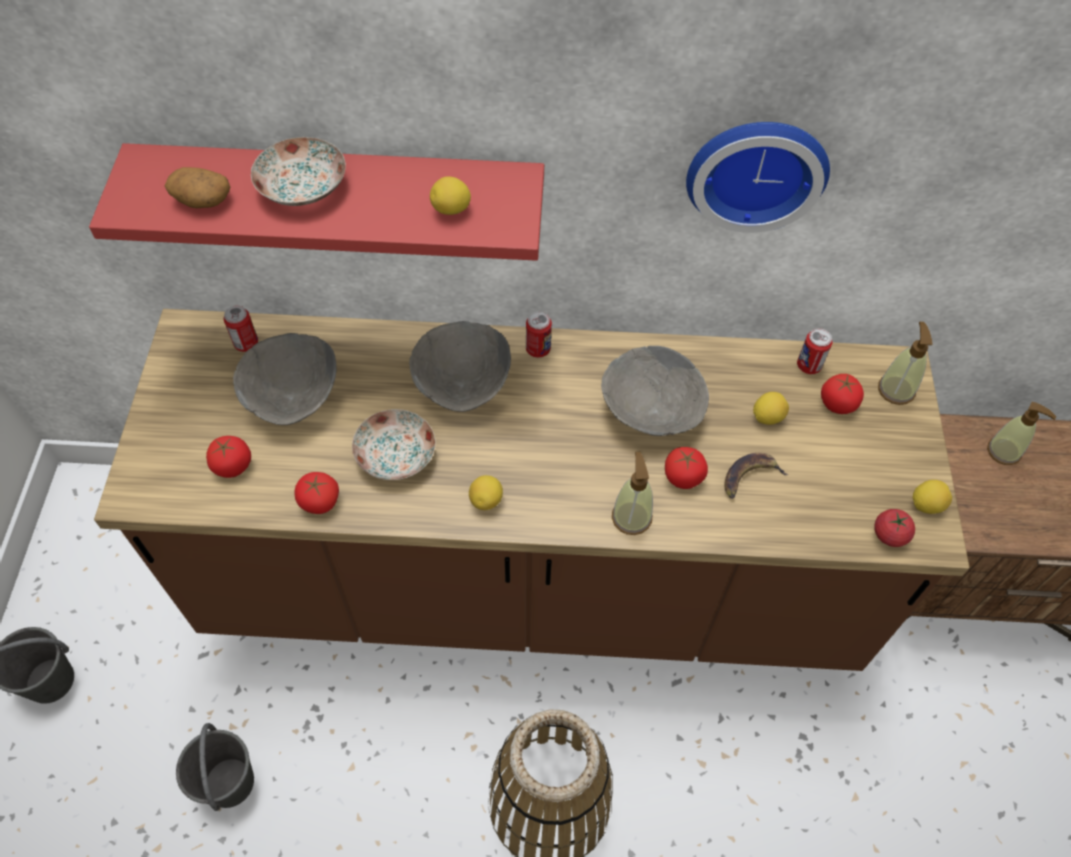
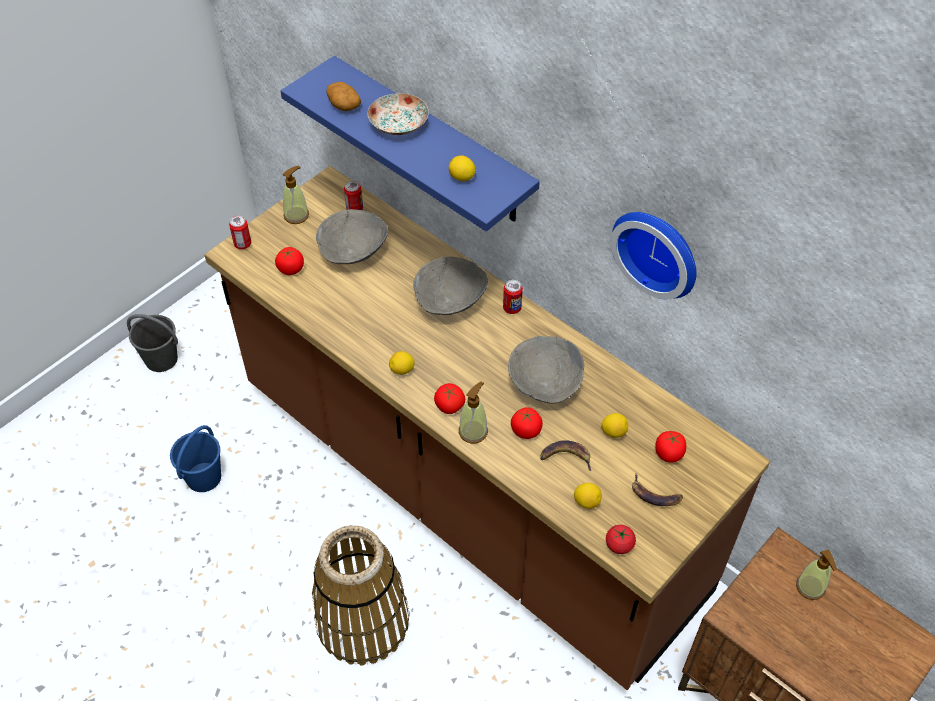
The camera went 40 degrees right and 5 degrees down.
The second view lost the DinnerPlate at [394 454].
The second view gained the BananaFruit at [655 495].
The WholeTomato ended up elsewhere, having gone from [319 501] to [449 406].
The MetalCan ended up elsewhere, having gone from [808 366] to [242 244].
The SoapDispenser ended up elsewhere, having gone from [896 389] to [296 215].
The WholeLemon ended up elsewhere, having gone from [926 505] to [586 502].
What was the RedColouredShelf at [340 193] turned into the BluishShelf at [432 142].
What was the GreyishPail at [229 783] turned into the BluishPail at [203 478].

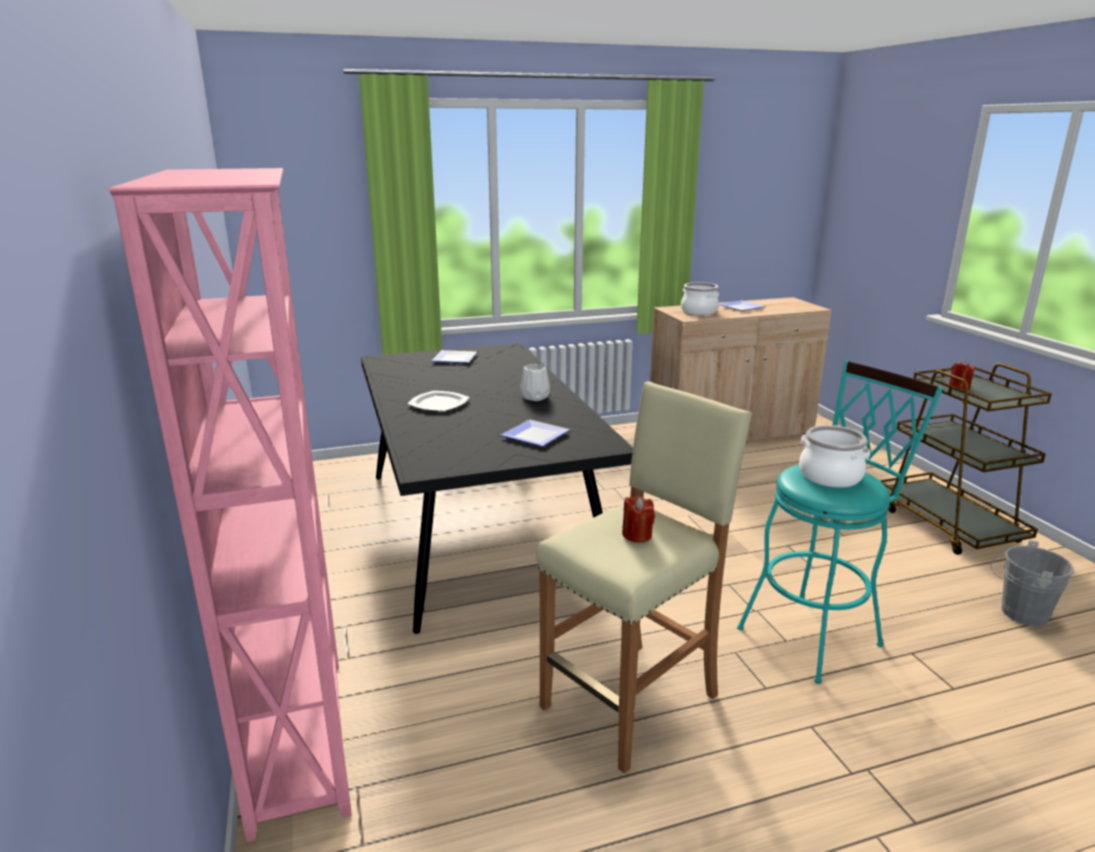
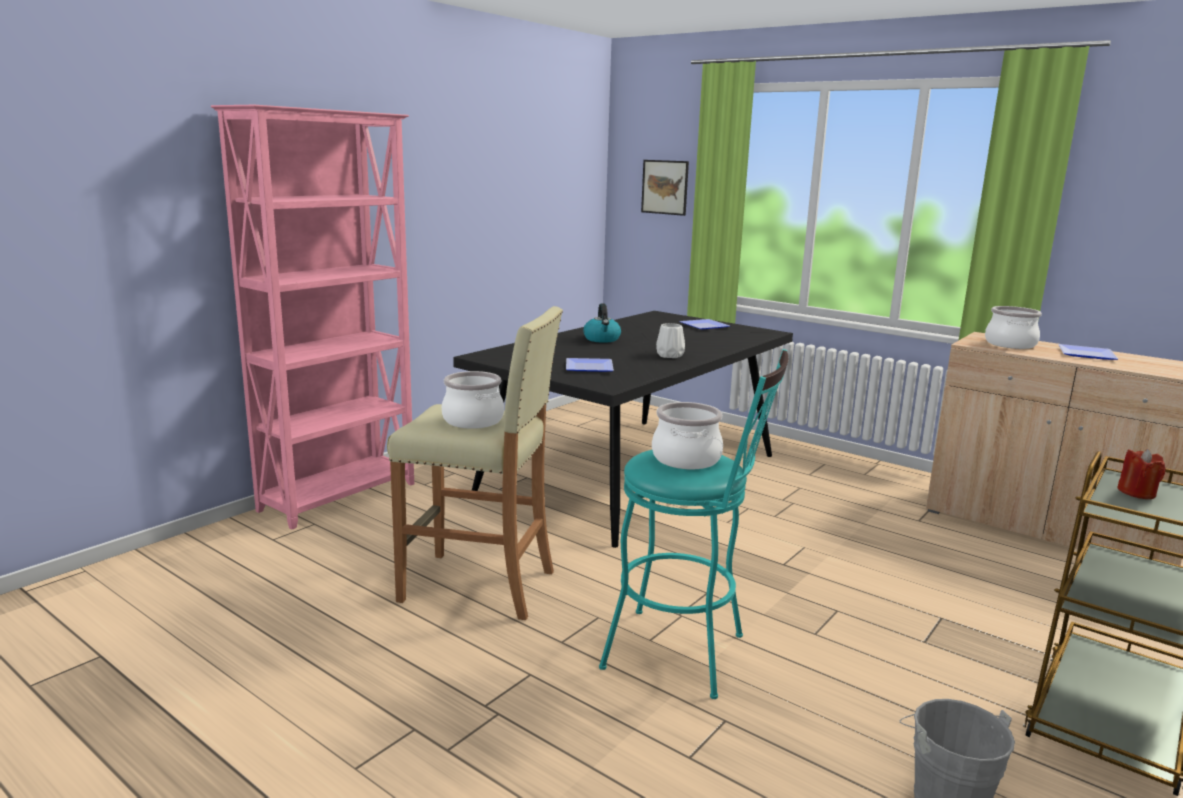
The camera went 55 degrees right and 5 degrees down.
The second view gained the Picture at [665 187].
Where the DinnerPlate stood at [438 403], the Kettle came to stand at [602 339].
Where the RedColouredCandle stood at [637 535], the Saucepot came to stand at [472 421].

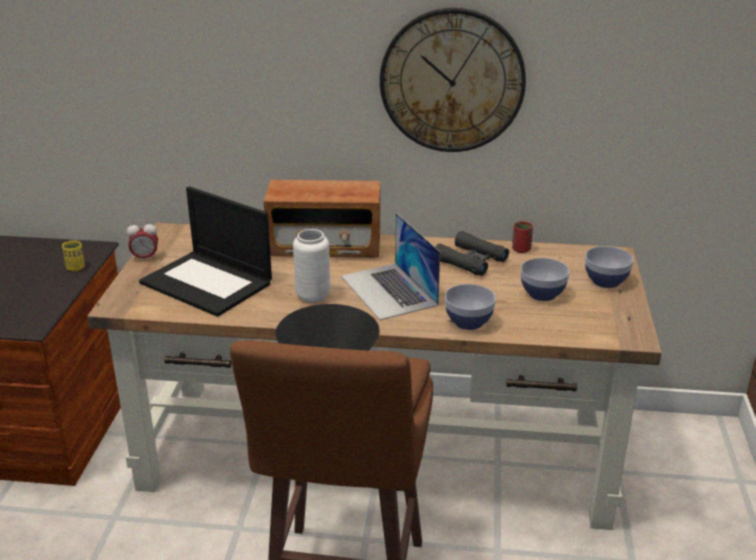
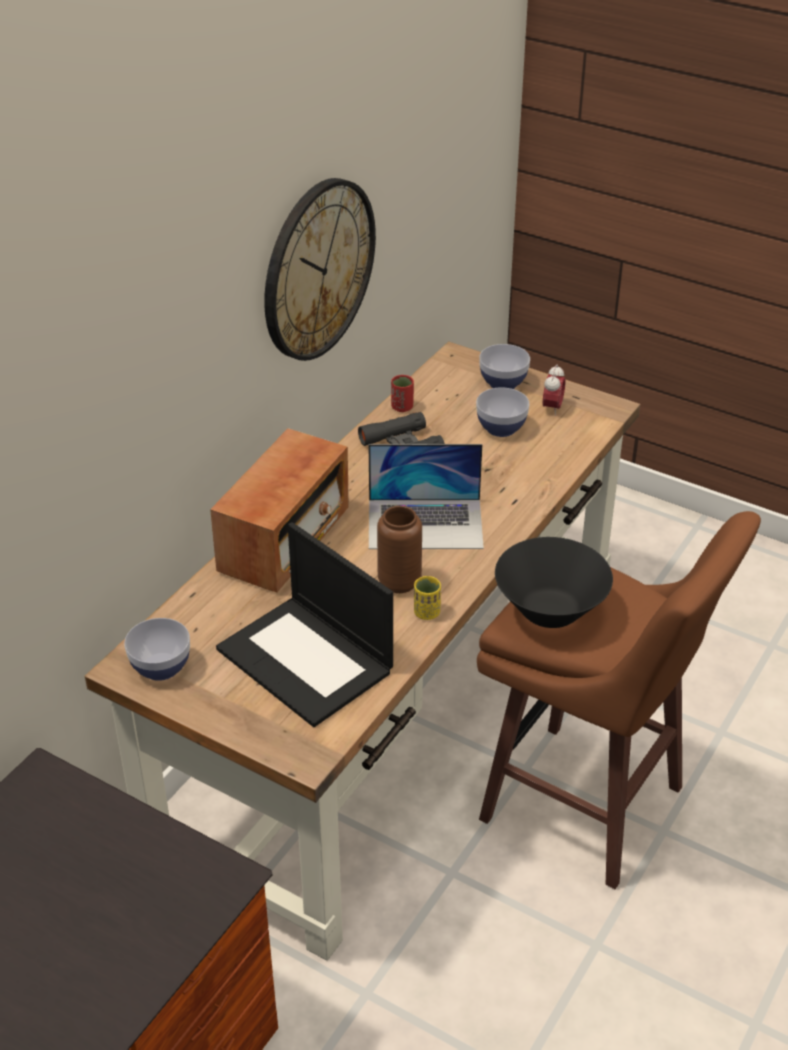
The camera went 65 degrees left and 10 degrees up.
The YellowishDrinkingCup ended up elsewhere, having gone from [76 268] to [427 613].
The BedsideClock ended up elsewhere, having gone from [145 258] to [552 408].
The Bowl ended up elsewhere, having gone from [468 322] to [160 667].
What was the WhiteColouredDecorativeVase at [313 296] turned into the BrownColouredDecorativeVase at [399 582].
The Laptop at [208 283] ended up facing another way, 75 degrees clockwise from before.

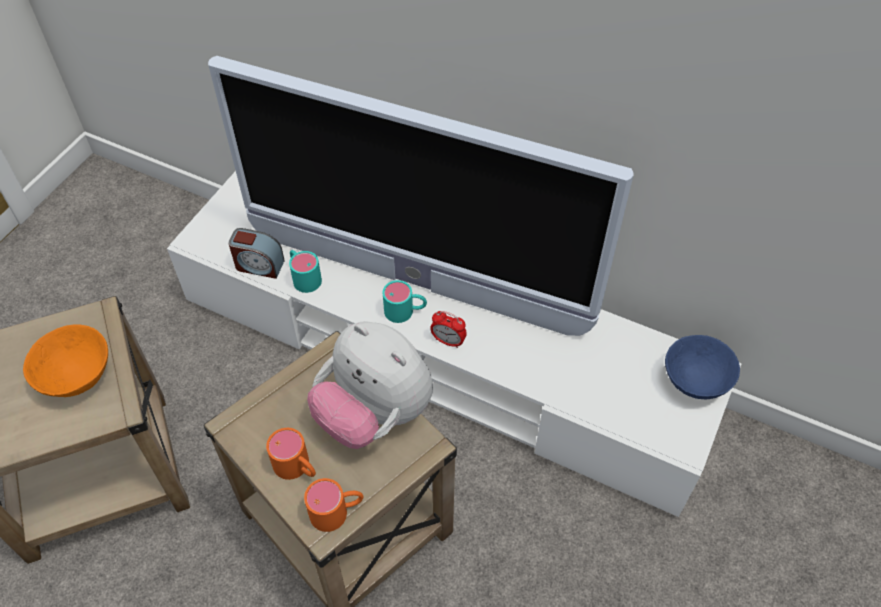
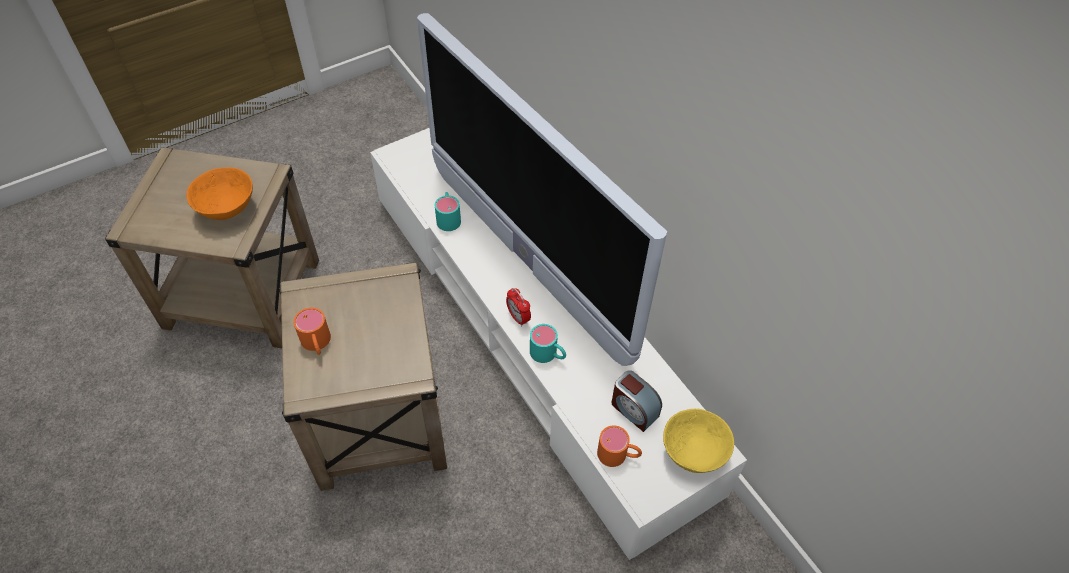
The camera went 30 degrees right and 0 degrees up.
The second view lost the CuddlyToy at [374 413].
The BedsideClock ended up elsewhere, having gone from [259 265] to [633 409].
The OrangeColouredTeaMug ended up elsewhere, having gone from [337 511] to [618 455].
The BlueGreenTeaMug ended up elsewhere, having gone from [405 311] to [548 354].
What was the BluishBowl at [694 381] turned into the YellowishBowl at [693 452].

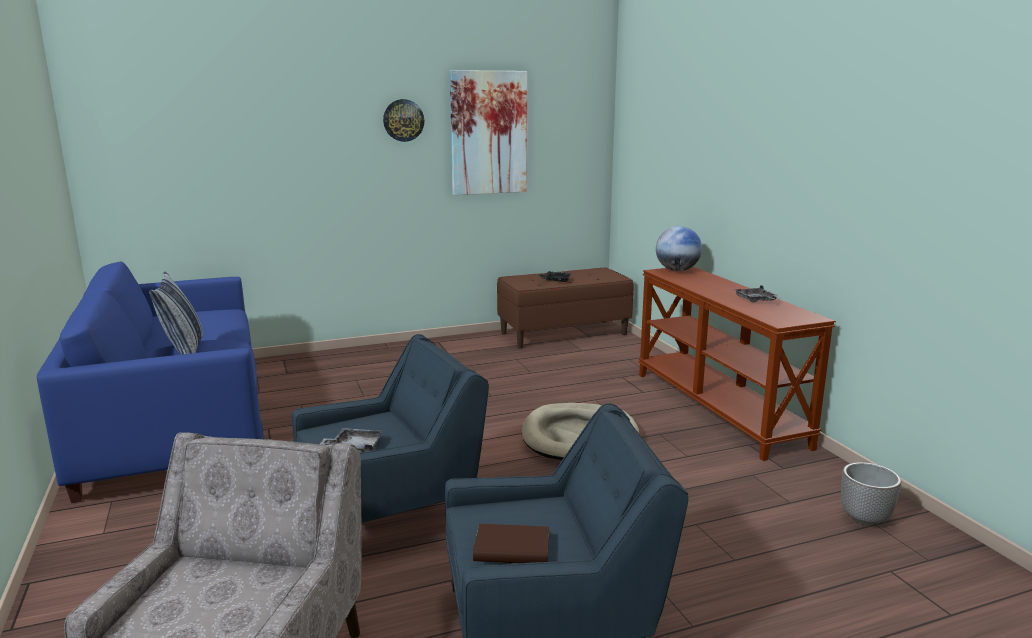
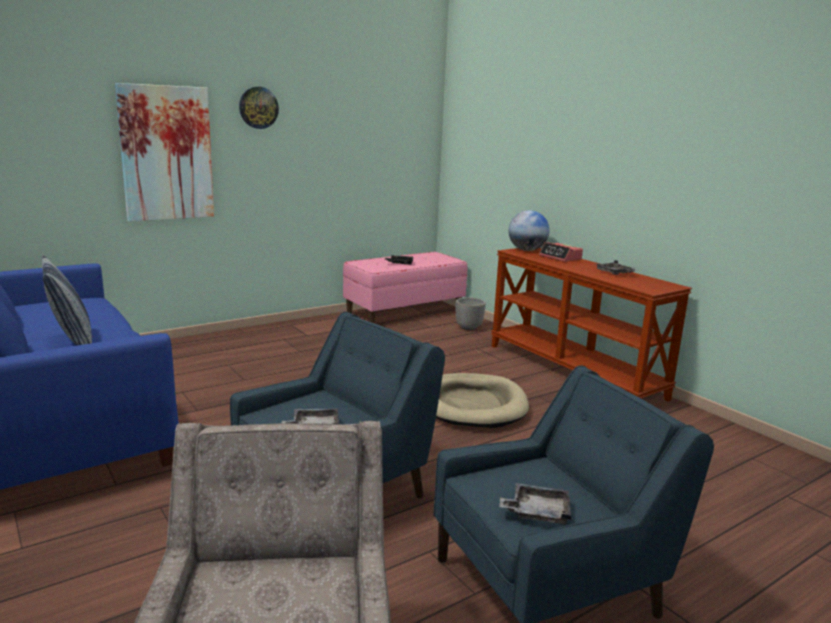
The camera went 15 degrees left and 0 degrees up.
The second view gained the BedsideClock at [560 257].
The Picture ended up elsewhere, having gone from [489 133] to [167 153].
The FlowerPot ended up elsewhere, having gone from [865 518] to [469 328].
Where the BrownColouredVolume stood at [512 549], the GreyishTray came to stand at [537 512].
What was the BrownColouredIndoorBench at [564 333] turned into the PinkishIndoorBench at [404 312].

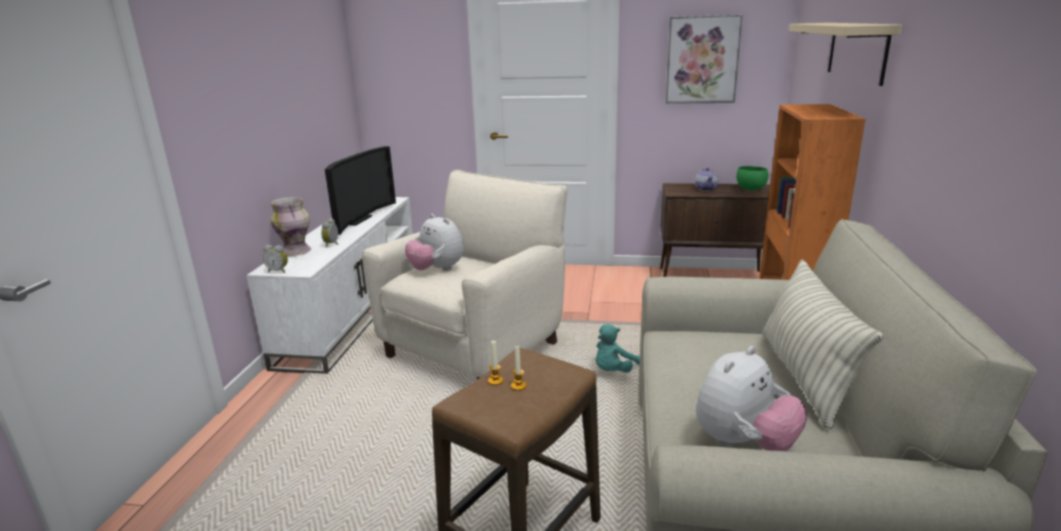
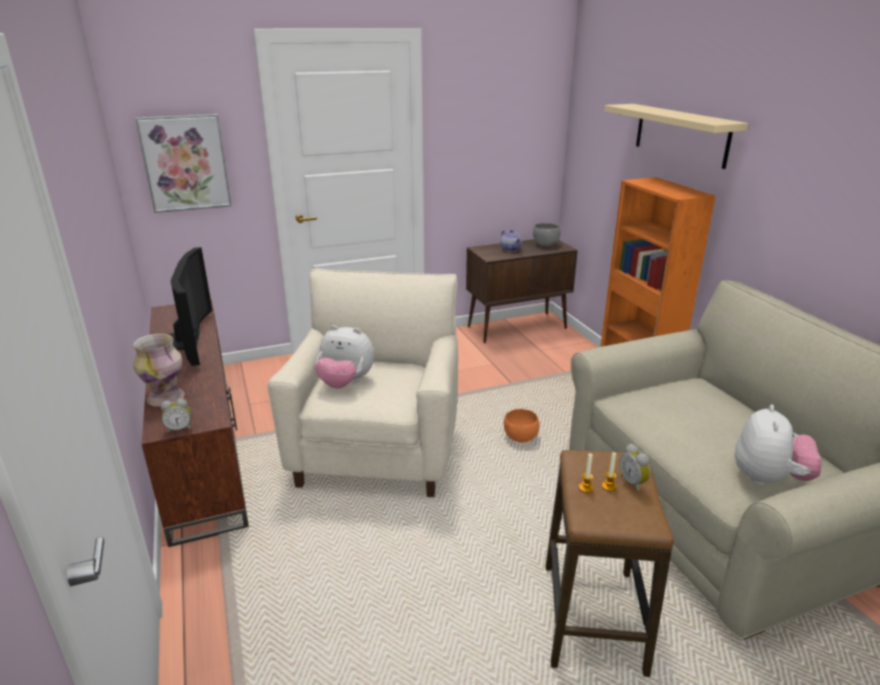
The camera went 30 degrees left and 5 degrees up.
The second view lost the Cushion at [805 376].
The BedsideClock ended up elsewhere, having gone from [332 244] to [633 483].
The Picture ended up elsewhere, having gone from [702 60] to [185 163].
Where the BlueGreenCuddlyToy stood at [613 371], the OrangeColouredBowl came to stand at [520 438].
What was the WhiteColouredTvStand at [353 311] turned into the BrownColouredTvStand at [200 445].
What was the GreenishBowl at [750 189] turned into the GreyishBowl at [545 244].

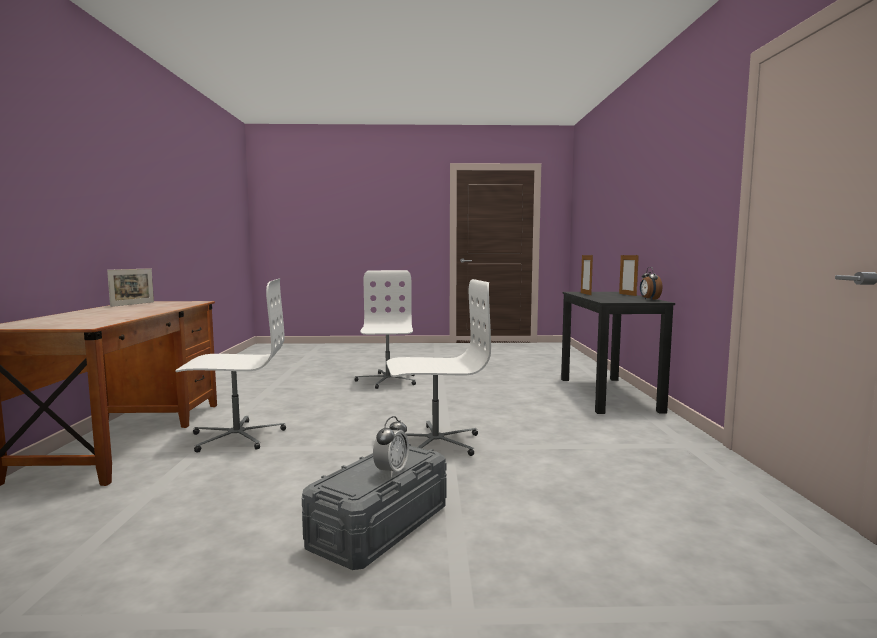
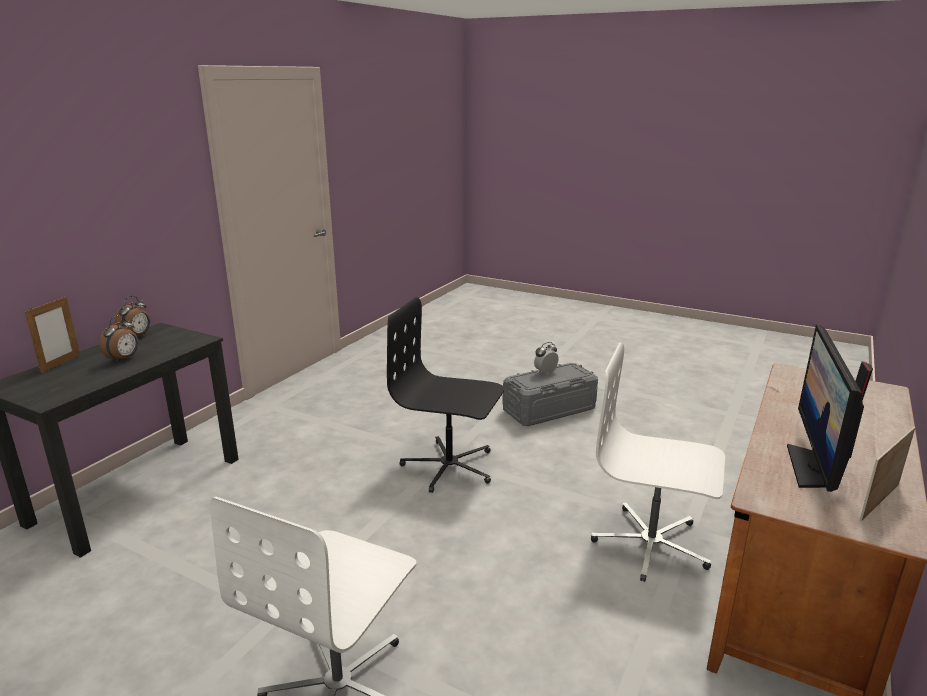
The camera went 150 degrees left and 15 degrees up.
The second view lost the PhotoFrame at [585 294].
The second view gained the BedsideClock at [124 359].
The second view gained the ComputerDisplay at [815 469].
What was the WhiteColouredComputerChair at [434 442] turned into the BlackishComputerChair at [449 467].

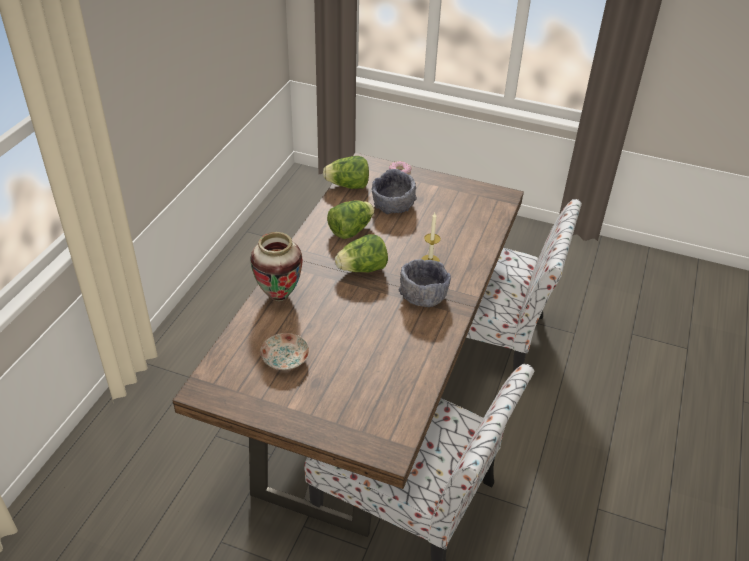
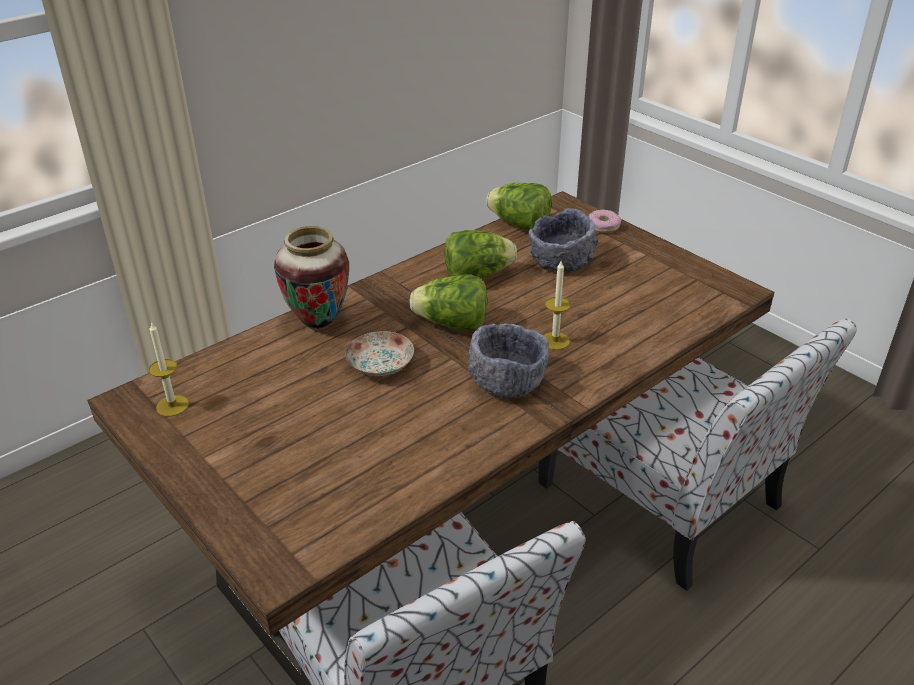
The camera went 30 degrees right and 5 degrees down.
The second view gained the Candle at [172 406].
The DinnerPlate ended up elsewhere, having gone from [284 359] to [380 364].

